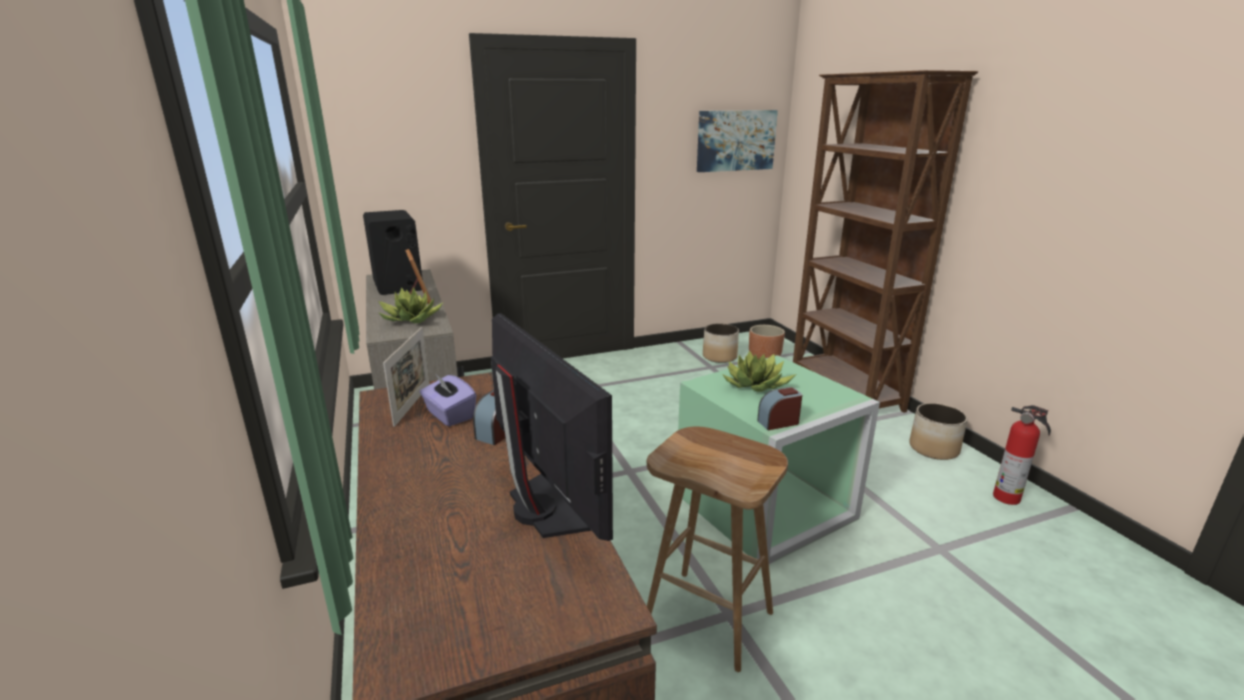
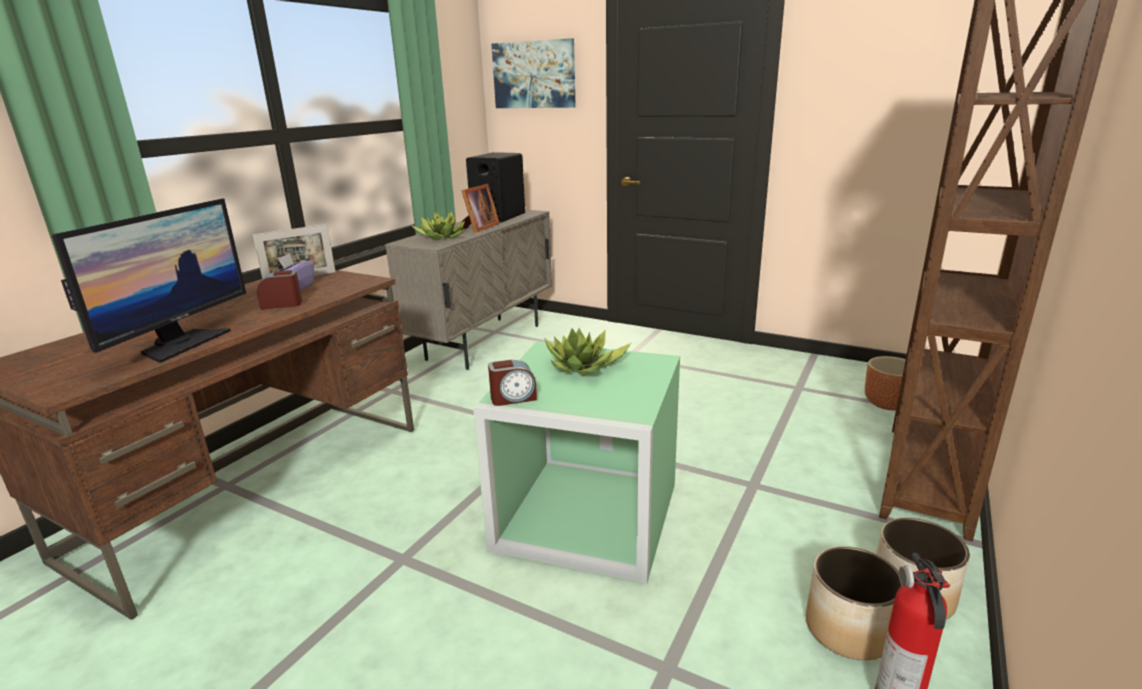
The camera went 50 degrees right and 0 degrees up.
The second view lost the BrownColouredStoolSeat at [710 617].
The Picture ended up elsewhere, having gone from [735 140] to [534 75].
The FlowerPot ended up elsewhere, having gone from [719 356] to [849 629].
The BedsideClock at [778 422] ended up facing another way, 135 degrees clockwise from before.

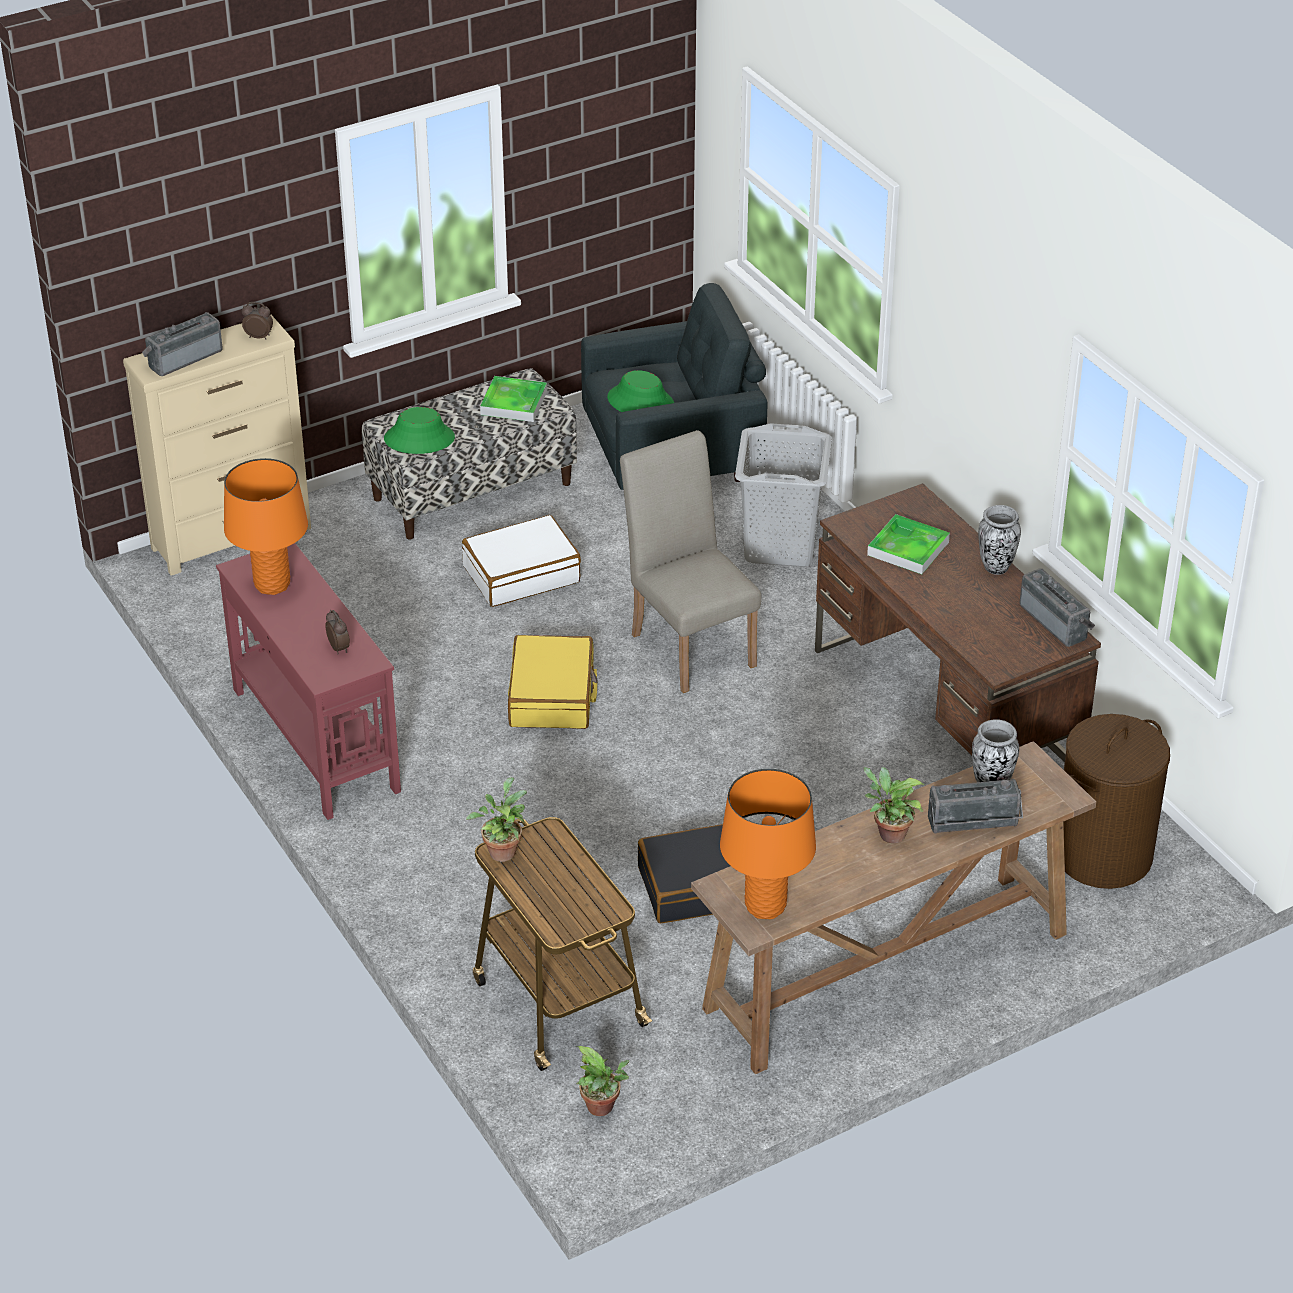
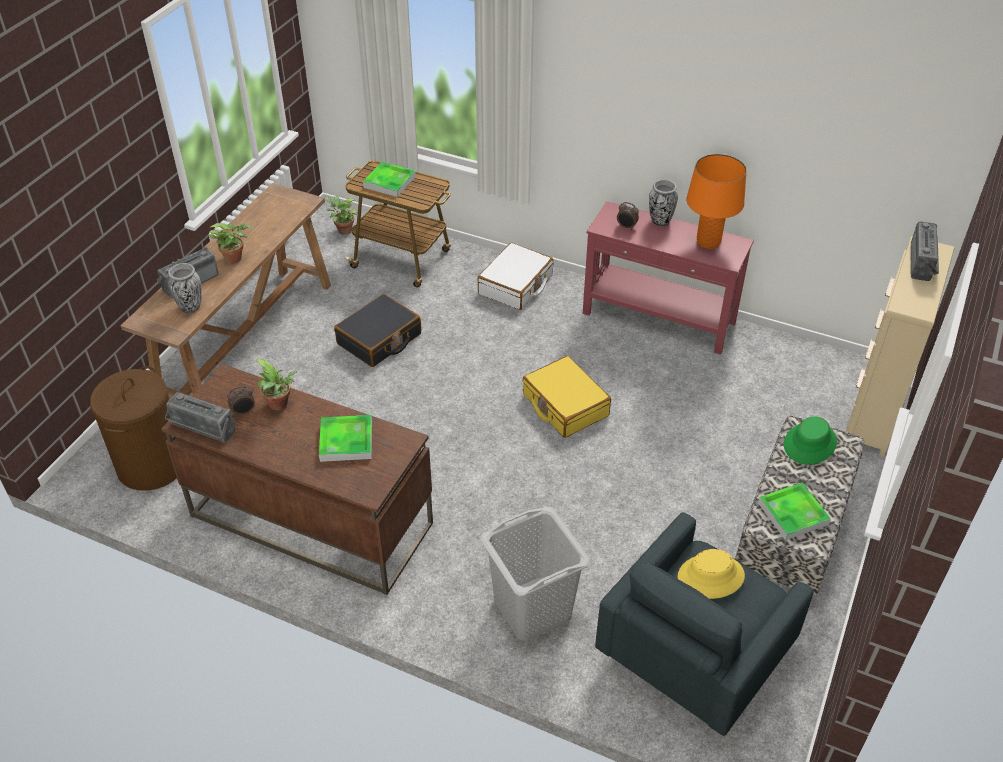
The camera went 145 degrees right and 5 degrees up.
The second view lost the BeigeUprightChair at [689 644].
The second view lost the OrangeColouredTableLamp at [765 906].
The second view gained the Tray at [389 182].
The BedsideClock ended up elsewhere, having gone from [259 336] to [244 412].
The WhiteColouredSuitcase ended up elsewhere, having gone from [521 574] to [516 285].
The Houseplant ended up elsewhere, having gone from [502 850] to [280 405].
The DecorativeVase ended up elsewhere, having gone from [996 567] to [660 222].
What was the GreenishClothingHat at [641 402] turned into the YellowishClothingHat at [710 577].

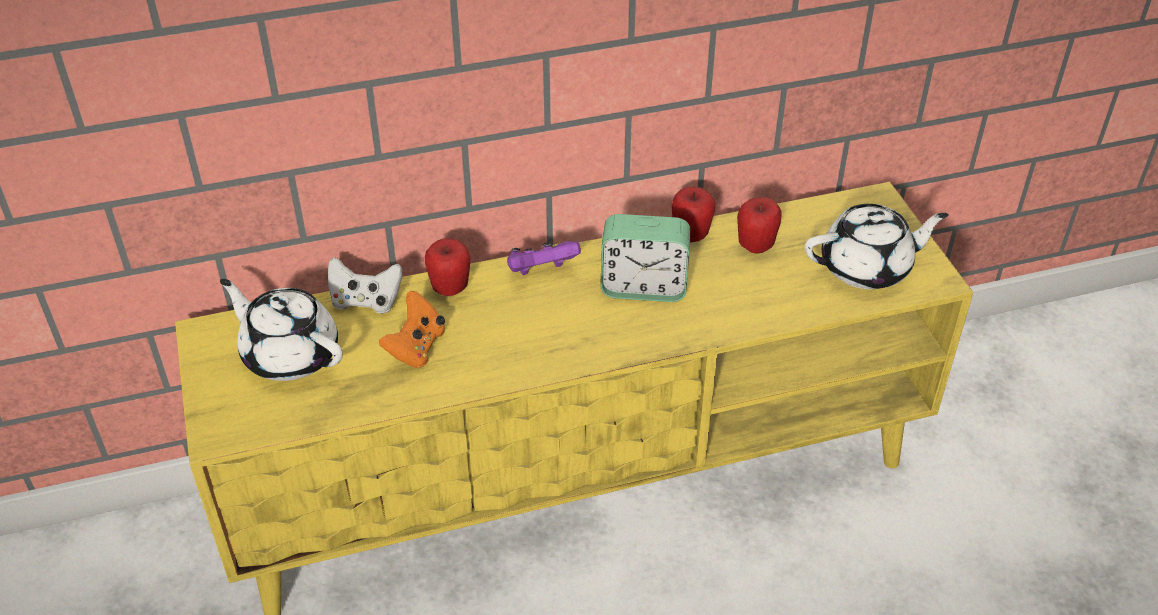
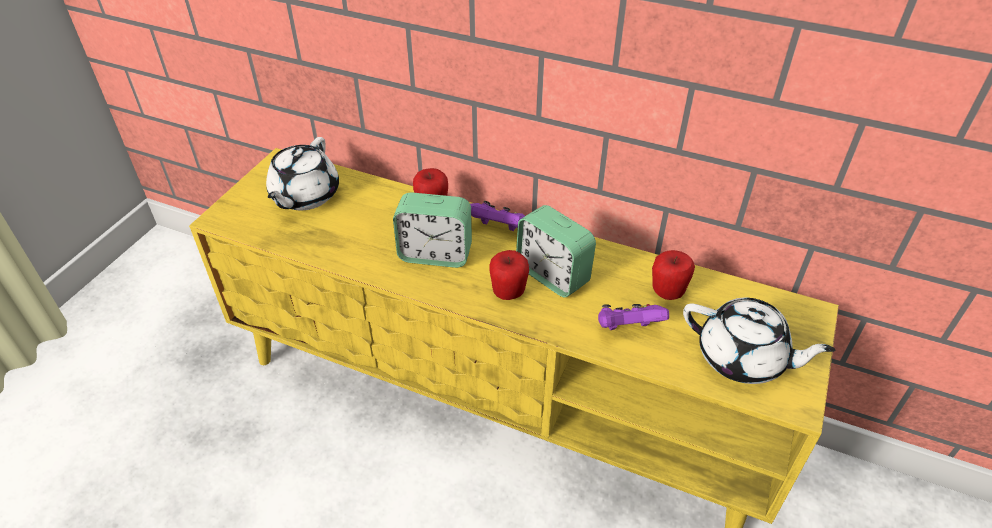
The camera went 40 degrees right and 0 degrees up.
The second view lost the WhiteColouredGameController at [366 301].
The second view lost the OrangeColouredGameController at [416 347].
The second view gained the BedsideClock at [435 254].
The second view gained the PurpleColouredGameController at [627 329].
The Apple ended up elsewhere, having gone from [691 235] to [508 293].
The WhiteColouredTeaPot at [289 354] ended up facing another way, 150 degrees counterclockwise from before.

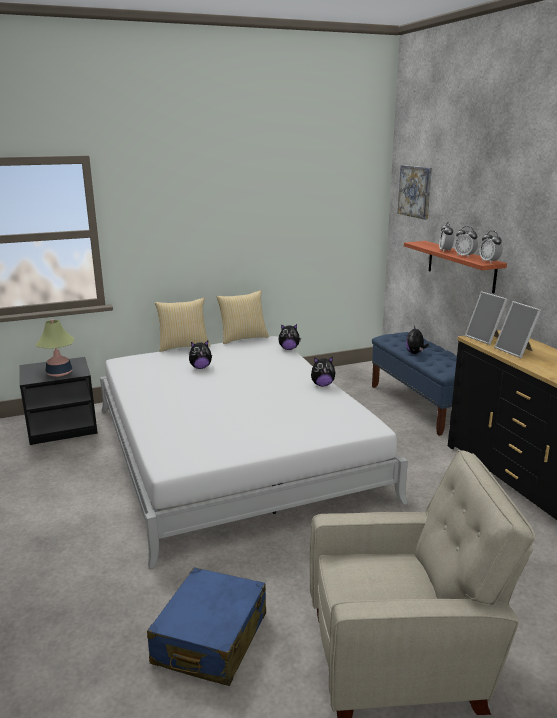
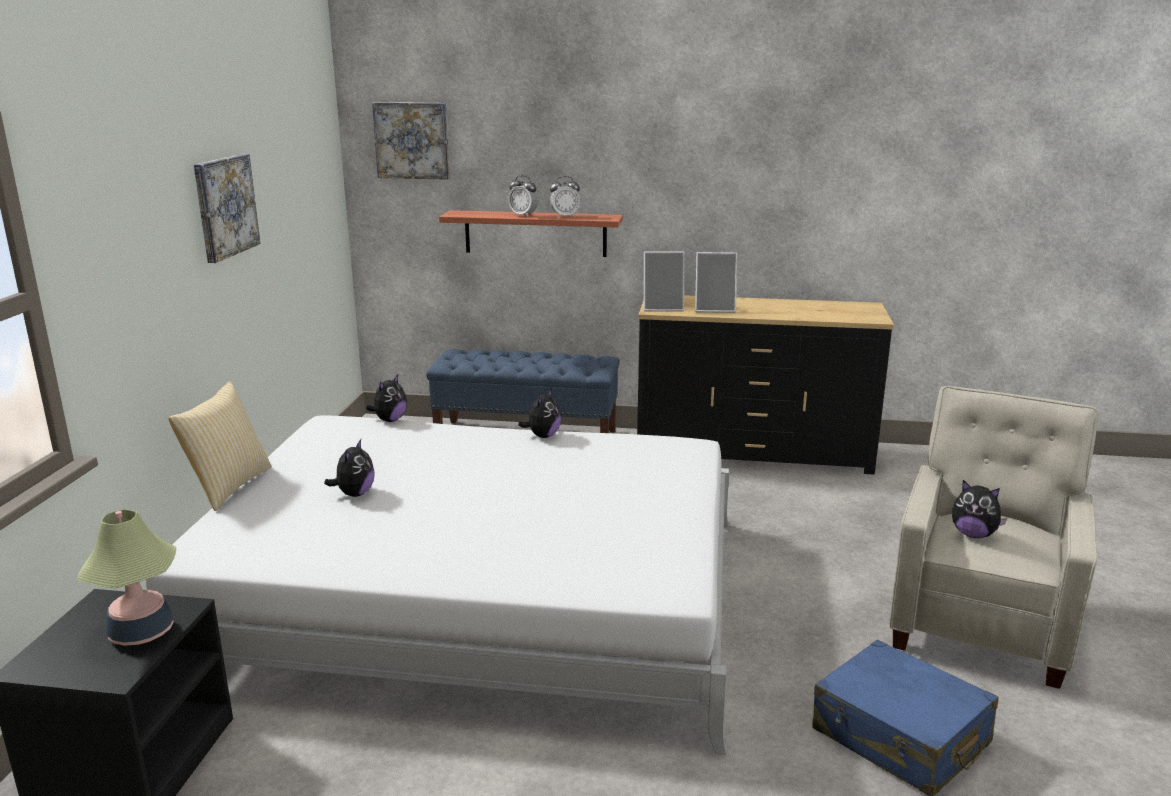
The camera went 60 degrees left and 0 degrees up.
The second view lost the Cushion at [243 338].
The second view lost the BedsideClock at [489 262].
The second view gained the Picture at [225 206].
The CuddlyToy ended up elsewhere, having gone from [415 353] to [973 534].

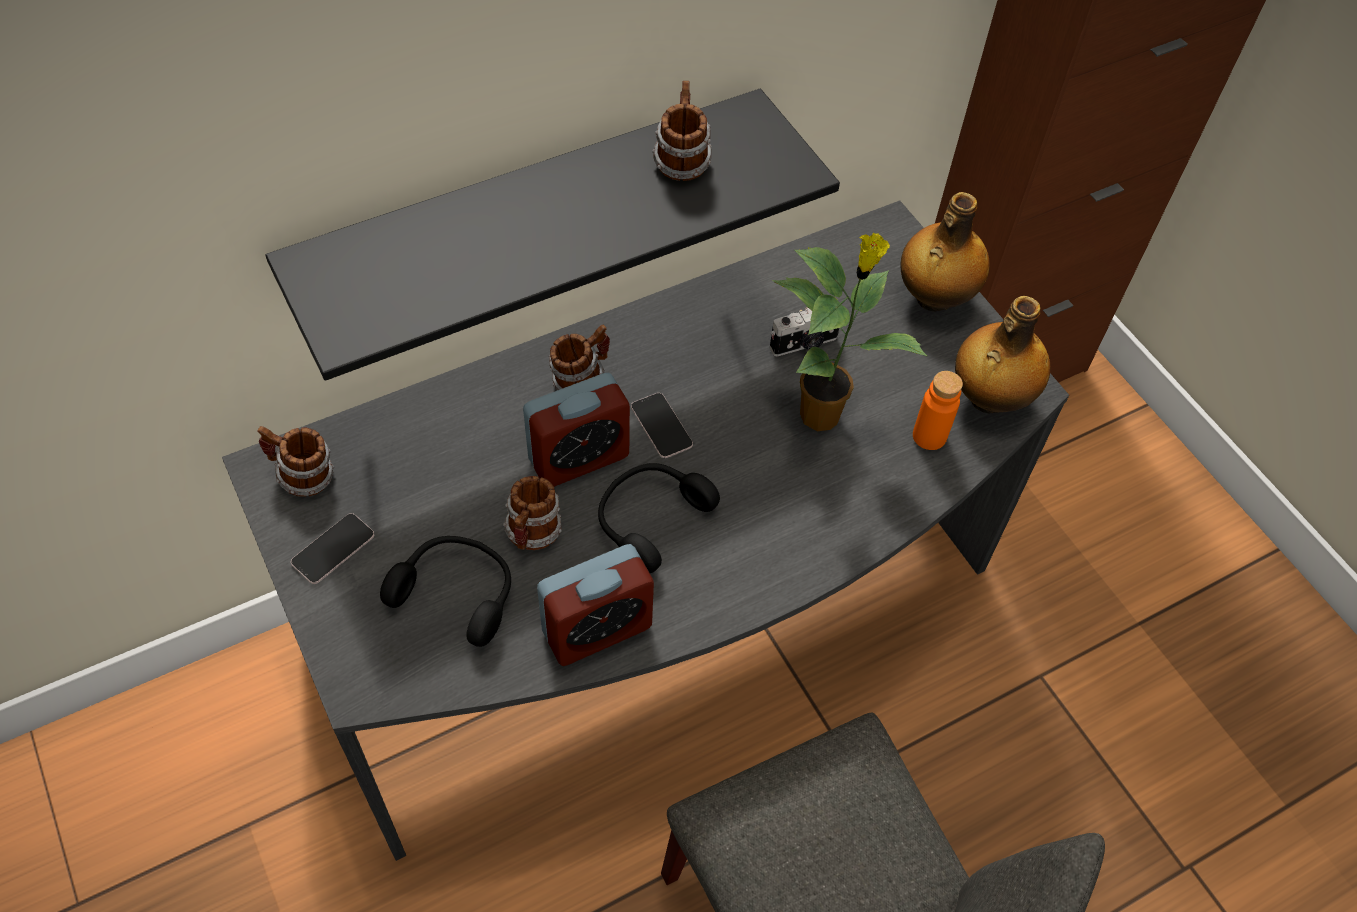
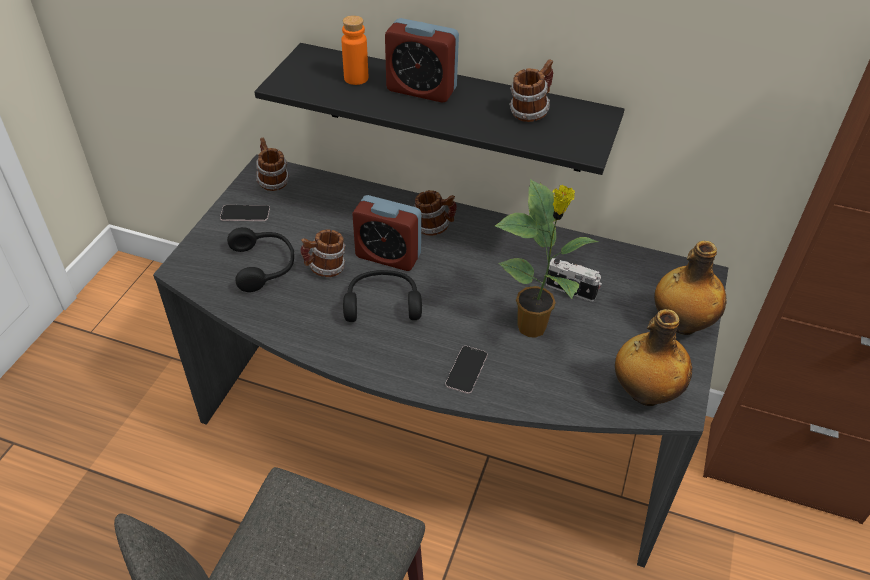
The camera went 50 degrees right and 10 degrees down.
The BedsideClock ended up elsewhere, having gone from [597 629] to [421 90].
The Phone ended up elsewhere, having gone from [661 426] to [466 370].
The OrangeColouredBeverageBottle ended up elsewhere, having gone from [929 436] to [356 78].

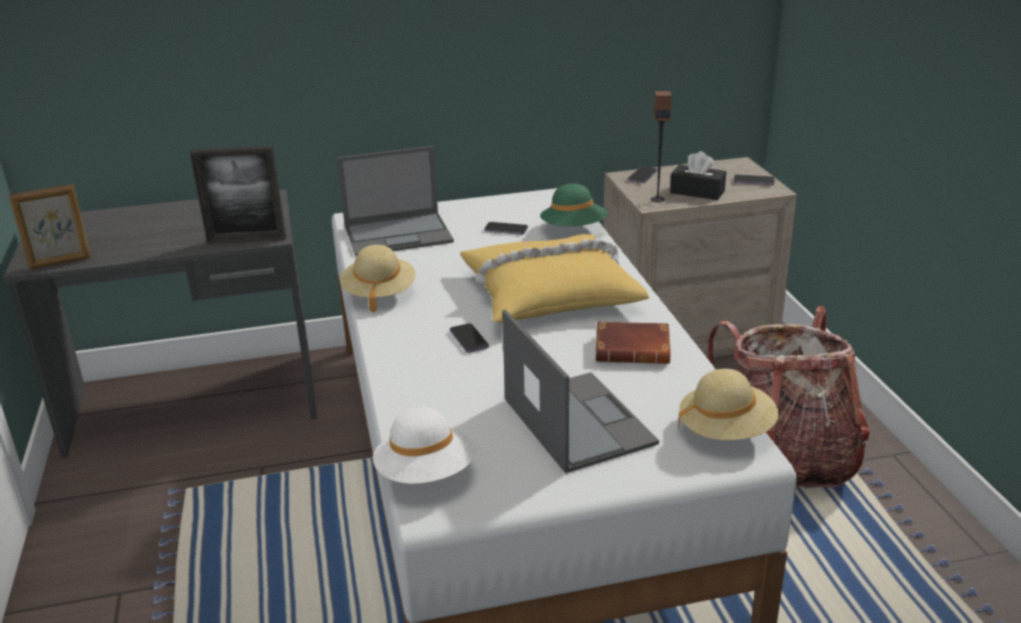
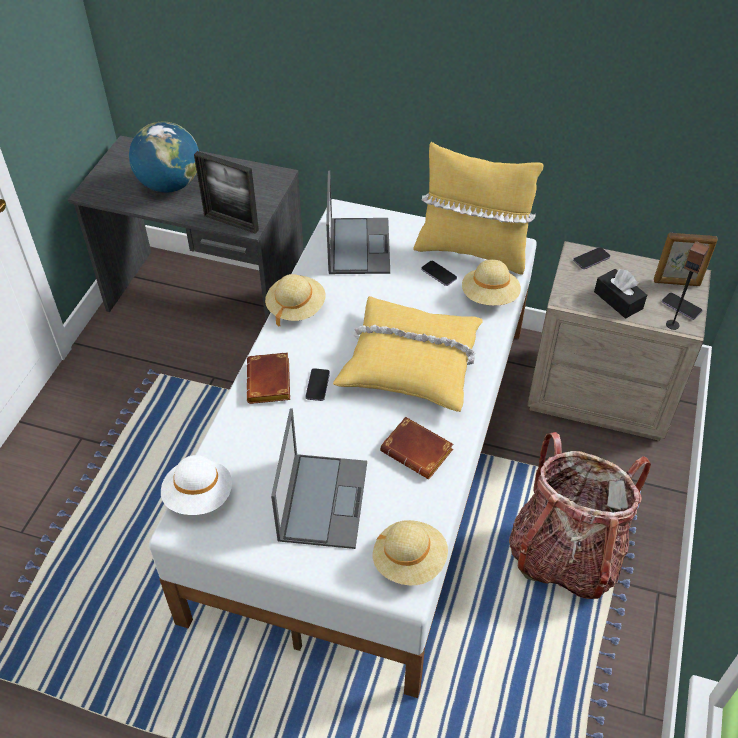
The camera went 30 degrees right and 20 degrees up.
The second view gained the Globe at [170 185].
The second view gained the BrownColouredVolume at [271 383].
The second view gained the YellowishCushion at [472 251].
The PhotoFrame ended up elsewhere, having gone from [60 263] to [677 283].
The Speaker ended up elsewhere, having gone from [657 199] to [672 324].
What was the GreenishClothingHat at [574 230] turned into the BeigeClothingHat at [489 297].
The Laptop at [399 234] ended up facing another way, 105 degrees counterclockwise from before.

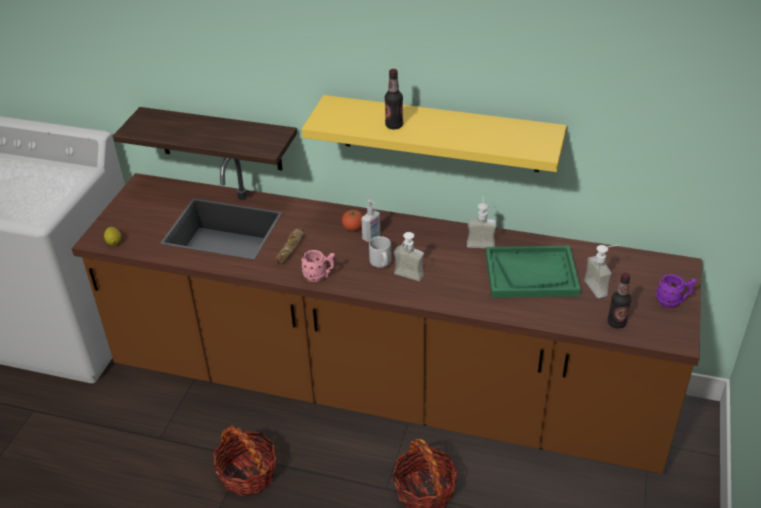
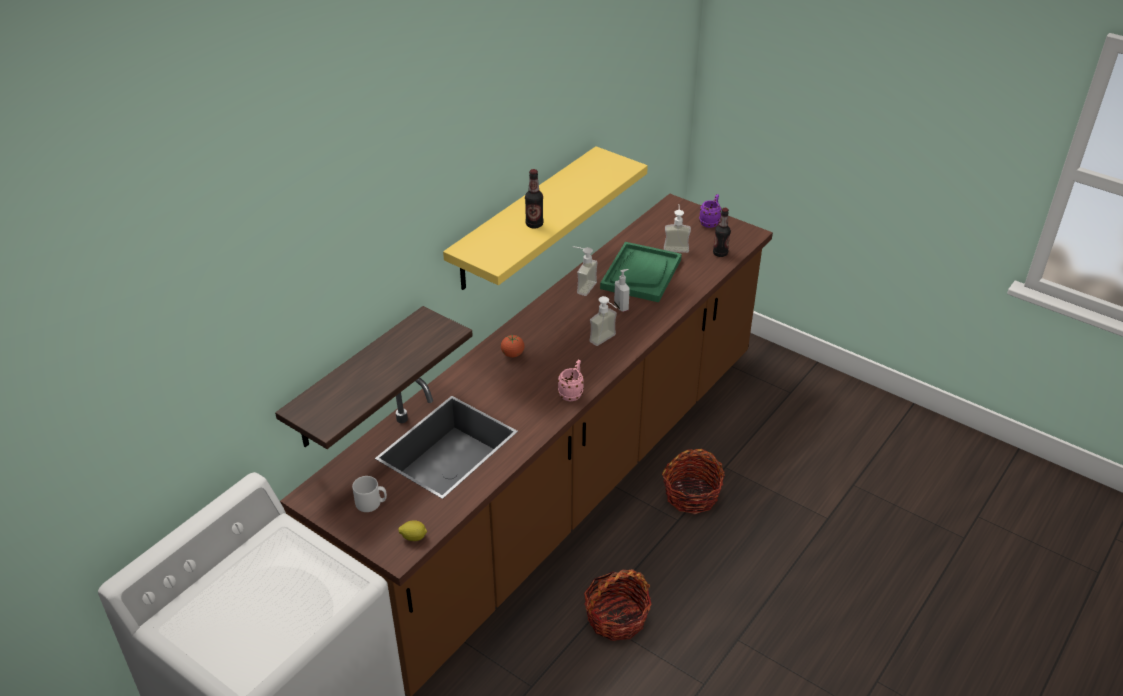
The camera went 70 degrees left and 0 degrees up.
The second view lost the Bread at [291 248].
The SoapDispenser ended up elsewhere, having gone from [371 237] to [621 306].
The GreyishTeaMug ended up elsewhere, having gone from [381 263] to [371 503].

